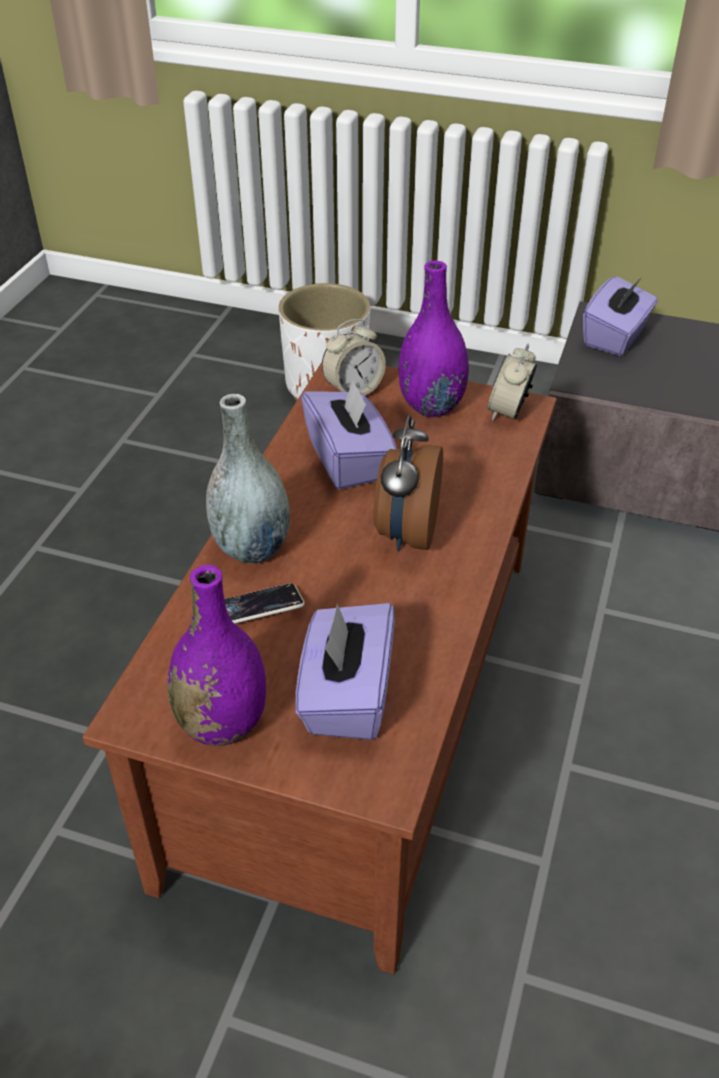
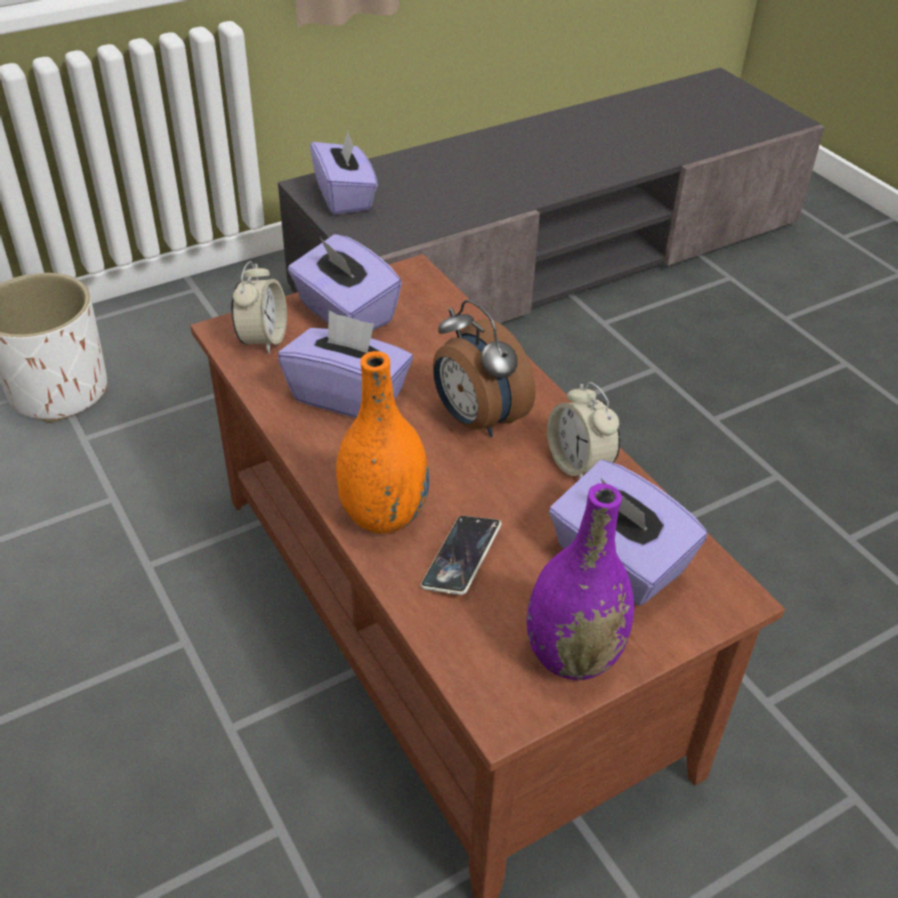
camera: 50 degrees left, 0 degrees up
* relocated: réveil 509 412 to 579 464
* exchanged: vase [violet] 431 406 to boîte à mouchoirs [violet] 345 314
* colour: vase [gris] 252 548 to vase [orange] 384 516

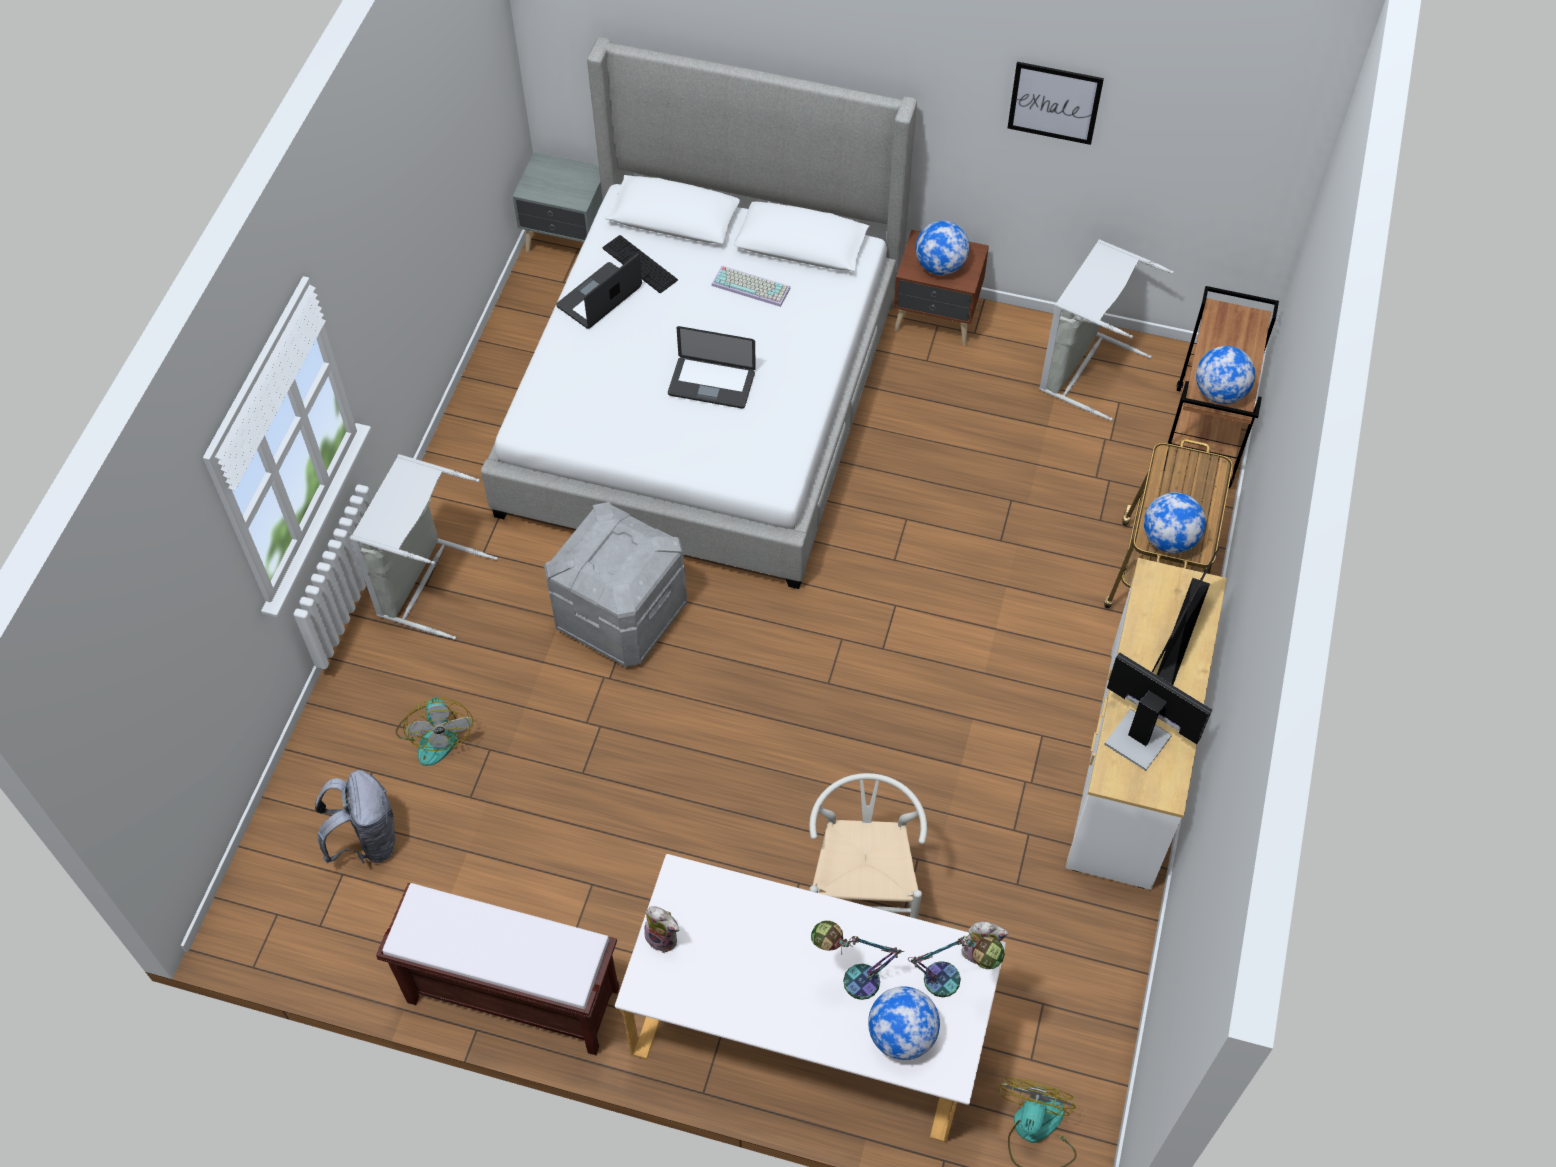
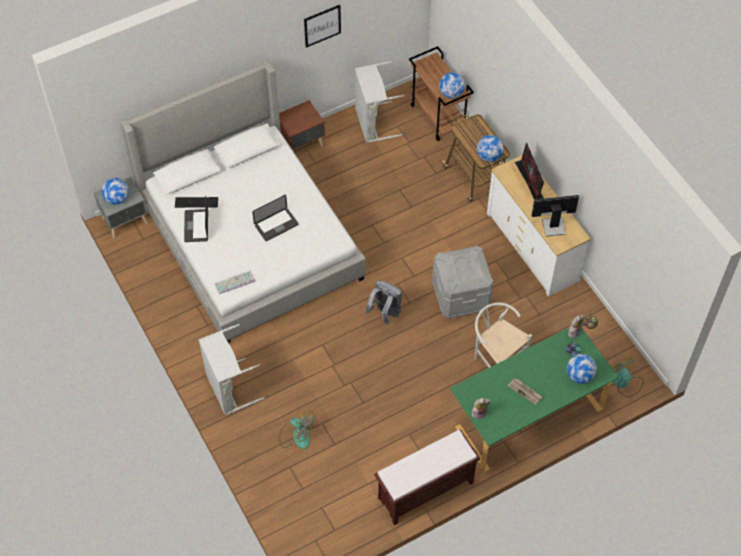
camera: 45 degrees left, 0 degrees up
* missing: lampe de table 850 978
* appeared: journal 525 391
* relocated: sac à dos [gris] 367 840 to 385 313
* relocated: boîte de rangement [gris] 621 615 to 461 296
* relocated: clavier 752 286 to 235 281
* relocated: globe 940 266 to 117 199
* colour: bureau [blanc] 808 1029 to bureau [vert] 527 414

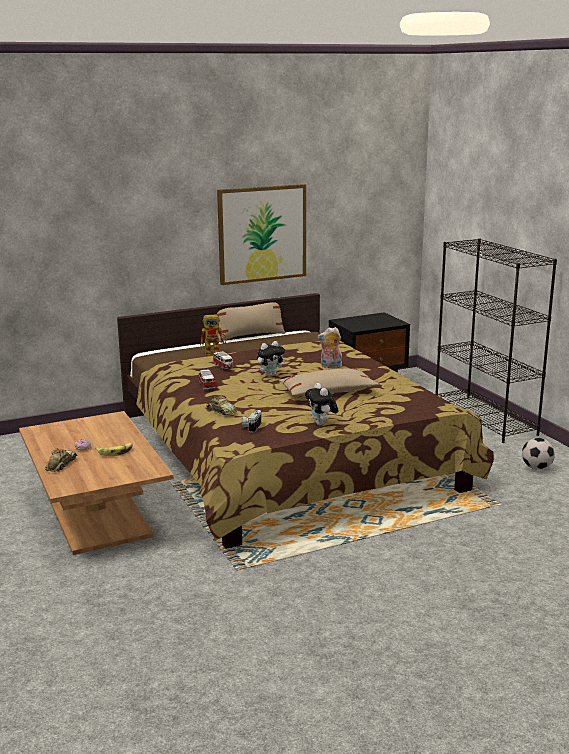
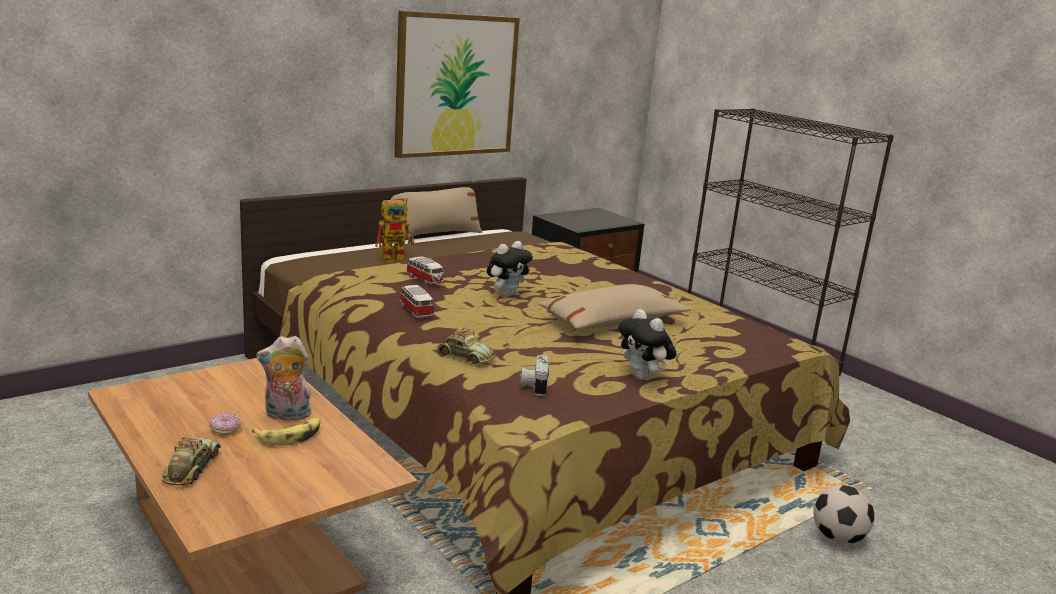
camera: 15 degrees left, 0 degrees up
* relocated: peluche 330 367 to 286 416
* relocated: ballon de foot 536 468 to 838 538

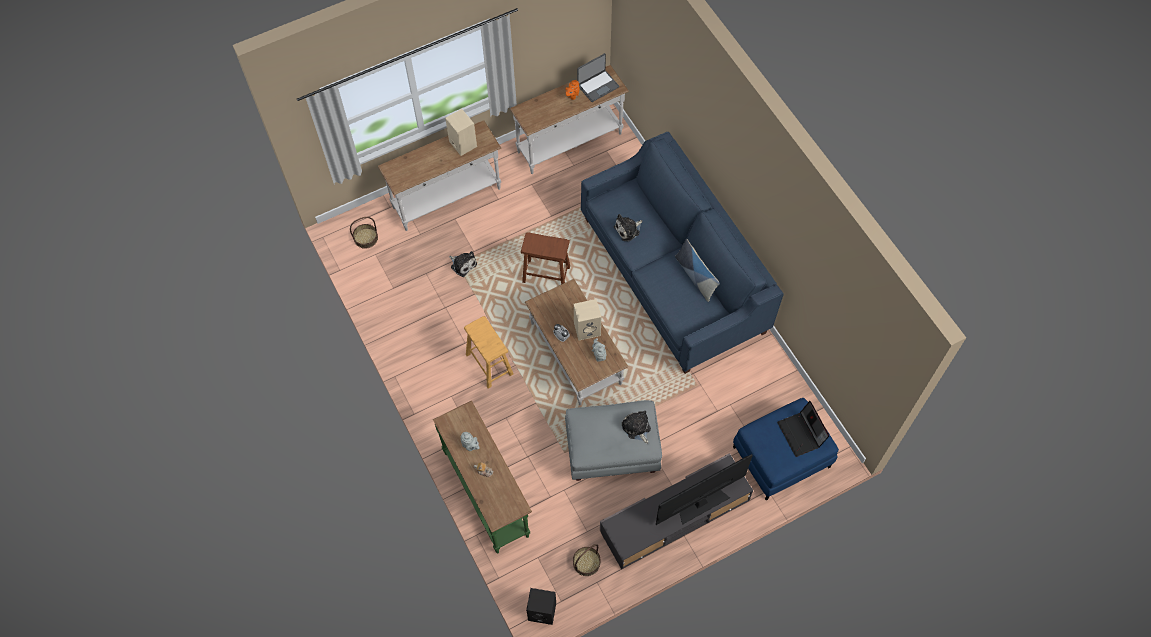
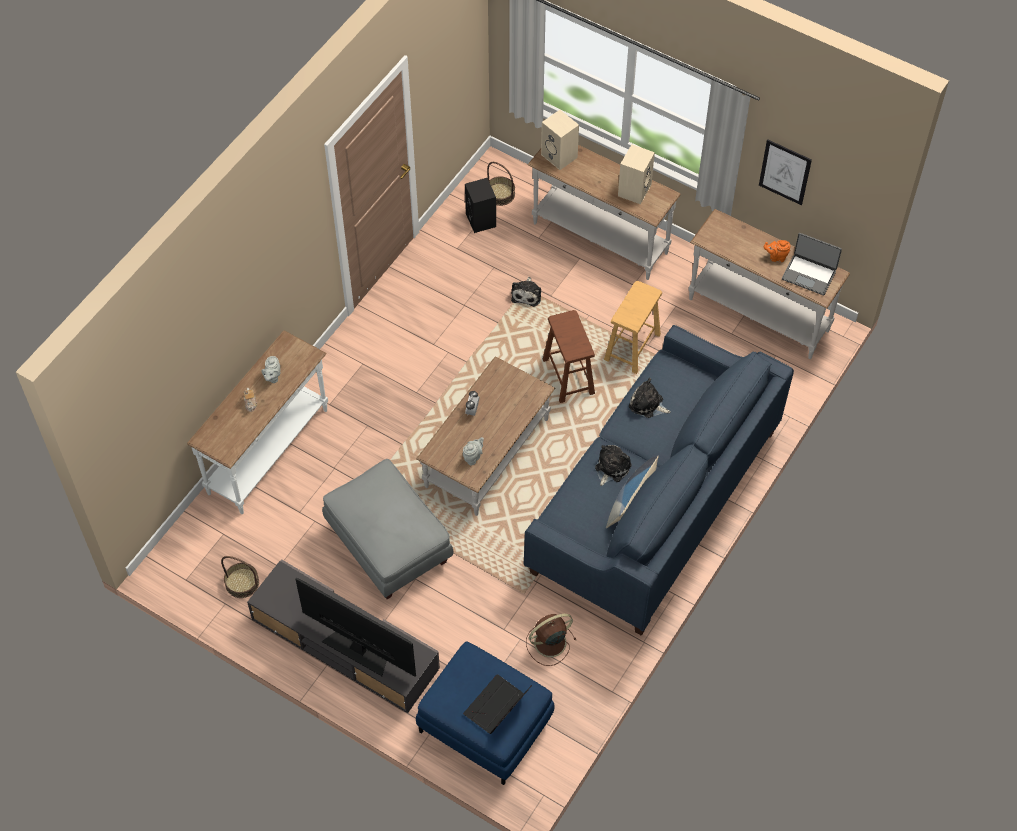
camera: 60 degrees right, 5 degrees down
* appeared: ventilateur [marron] 548 643
* appeared: tableau 785 172
* relocated: tabouret [marron] 489 364 to 632 347
* relocated: enceinte [noir] 543 611 to 481 220
* relocated: enceinte [beige] 587 328 to 560 156
* relocated: peluche 636 428 to 611 468
* colour: table console [vert] 487 493 to table console [blanc] 269 452

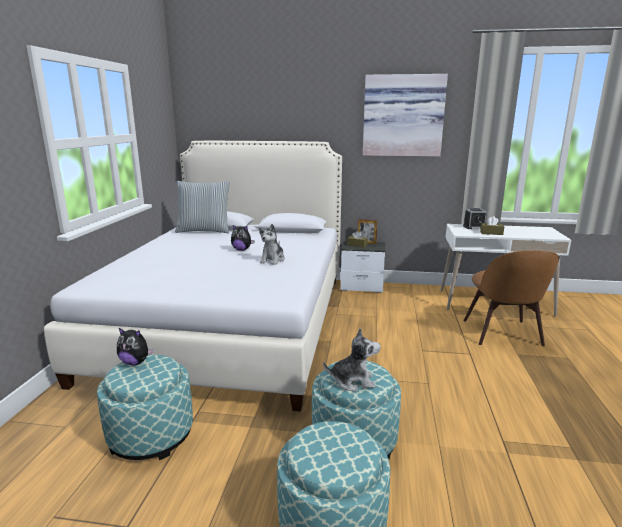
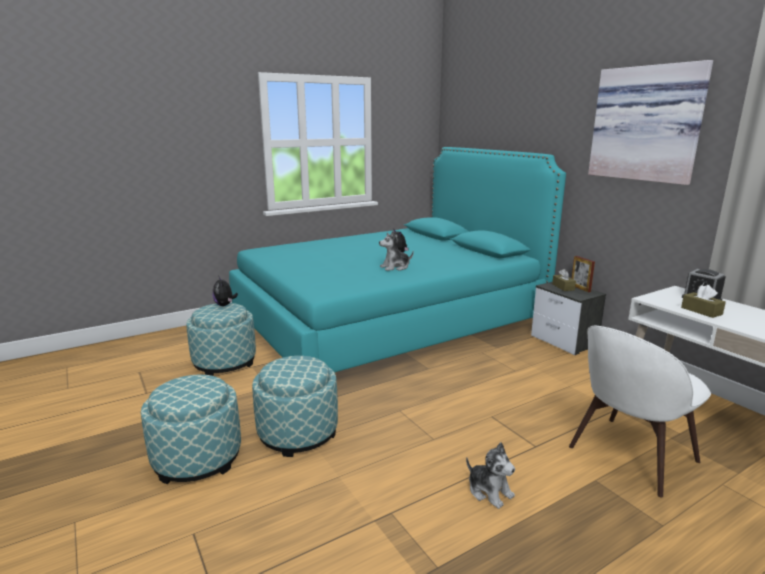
camera: 50 degrees right, 0 degrees up
* missing: coussin 204 231
* relocated: peluche 352 381 to 489 491
* colour: lit [blanc] 231 322 to lit [turquoise] 388 323
* colour: chaise [marron] 503 334 to chaise [blanc] 629 456

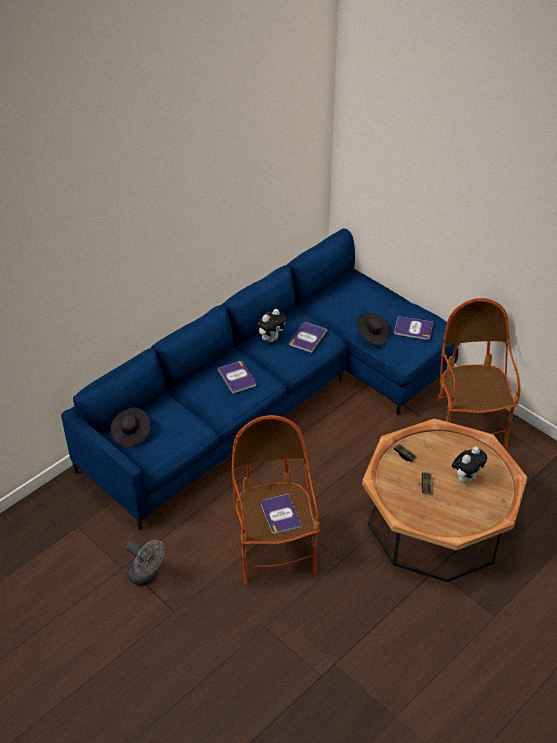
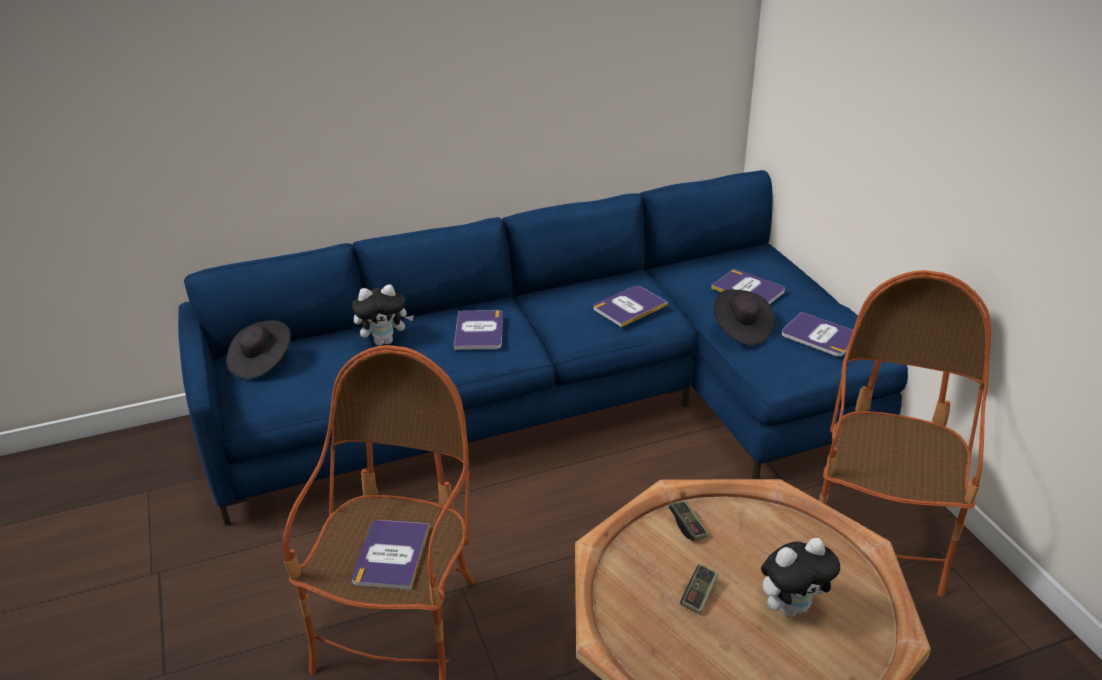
camera: 25 degrees right, 10 degrees down
* missing: ventilateur [gris] 146 576
* appeared: livre 748 289
* relocated: peluche 271 338 to 385 341

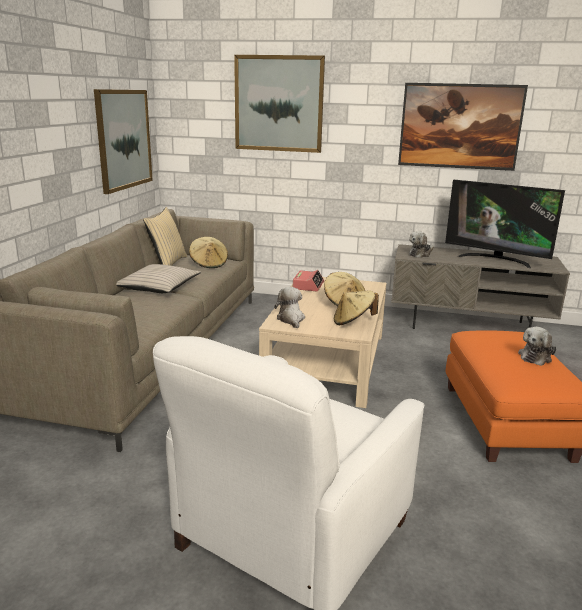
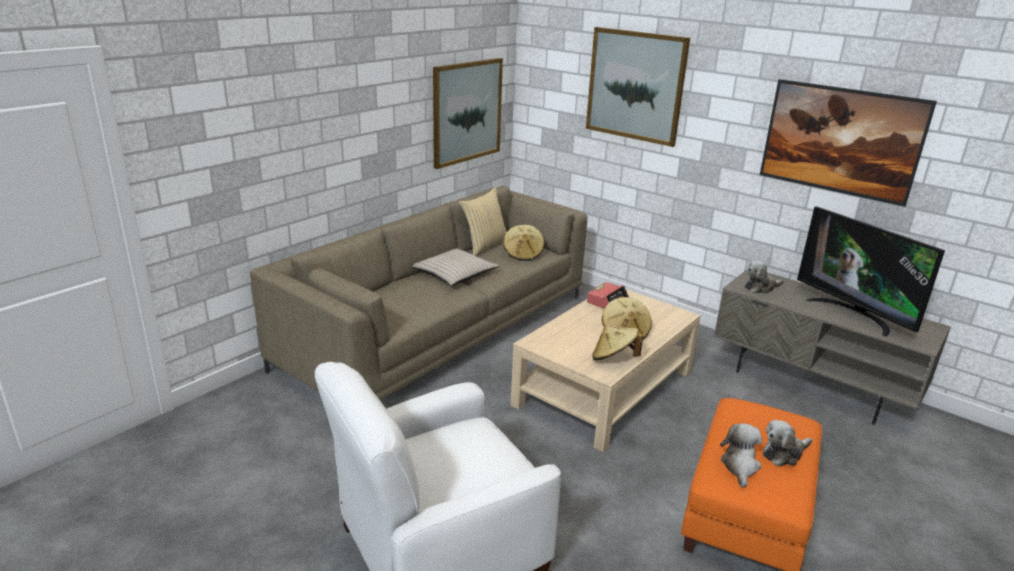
camera: 25 degrees right, 5 degrees up
* relocated: peluche 291 319 to 740 466

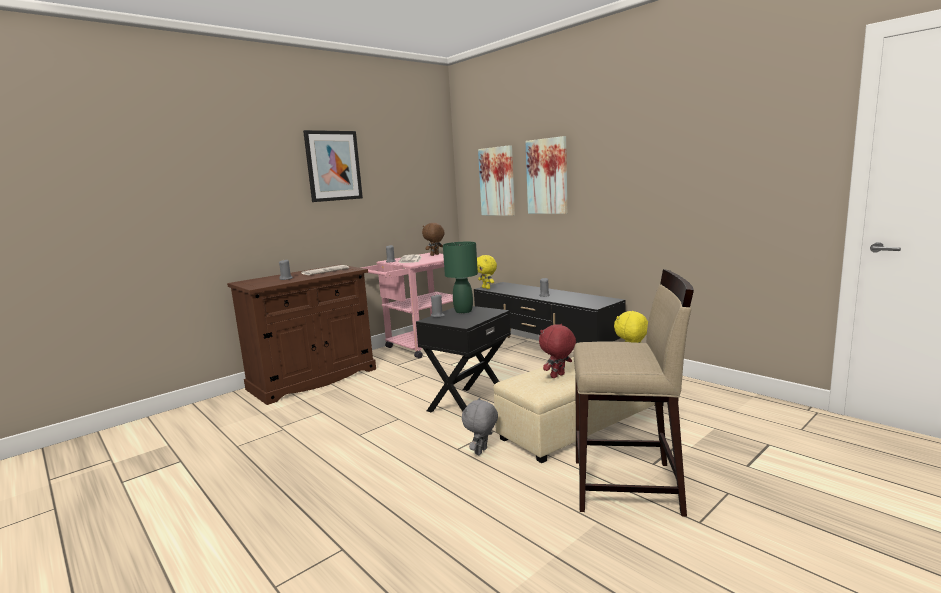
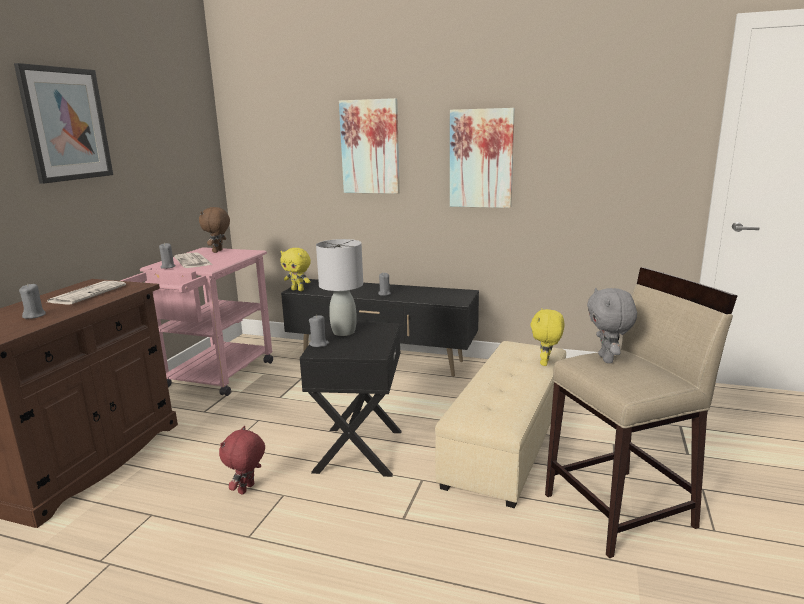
camera: 30 degrees left, 5 degrees up
* relocated: peluche [gris] 482 452 to 607 359
* relocated: tableau 497 181 to 481 158
* relocated: peluche [rouge] 558 376 to 247 489
* colour: lampe de table [vert] 463 311 to lampe de table [gris] 343 332

